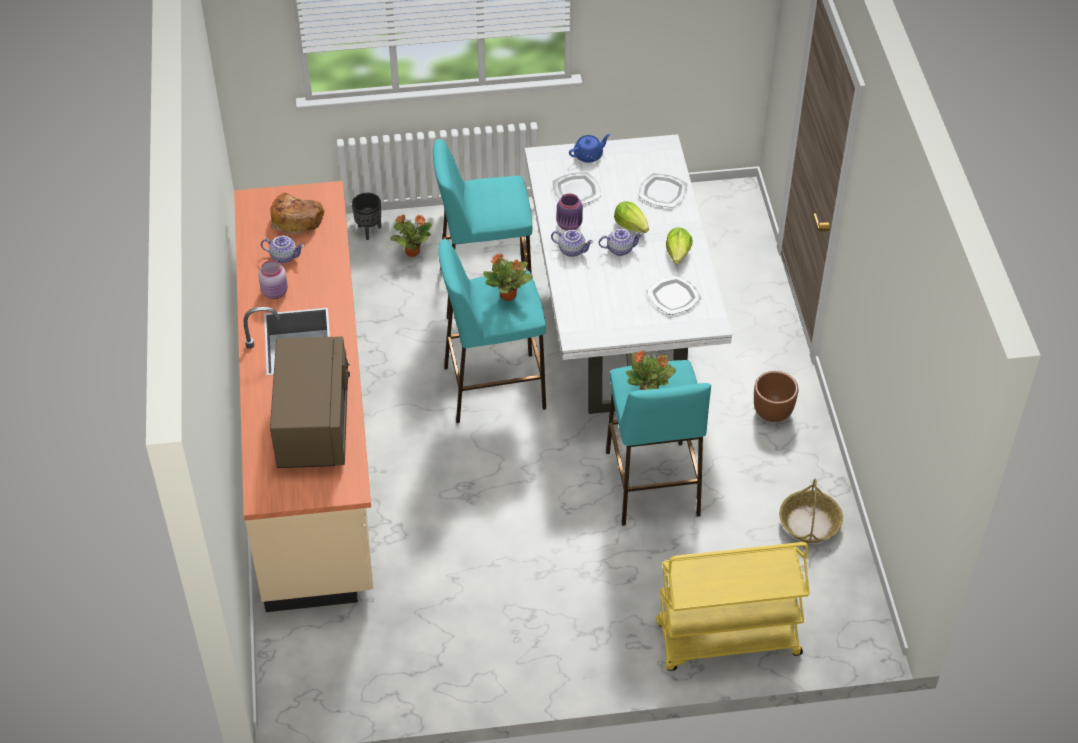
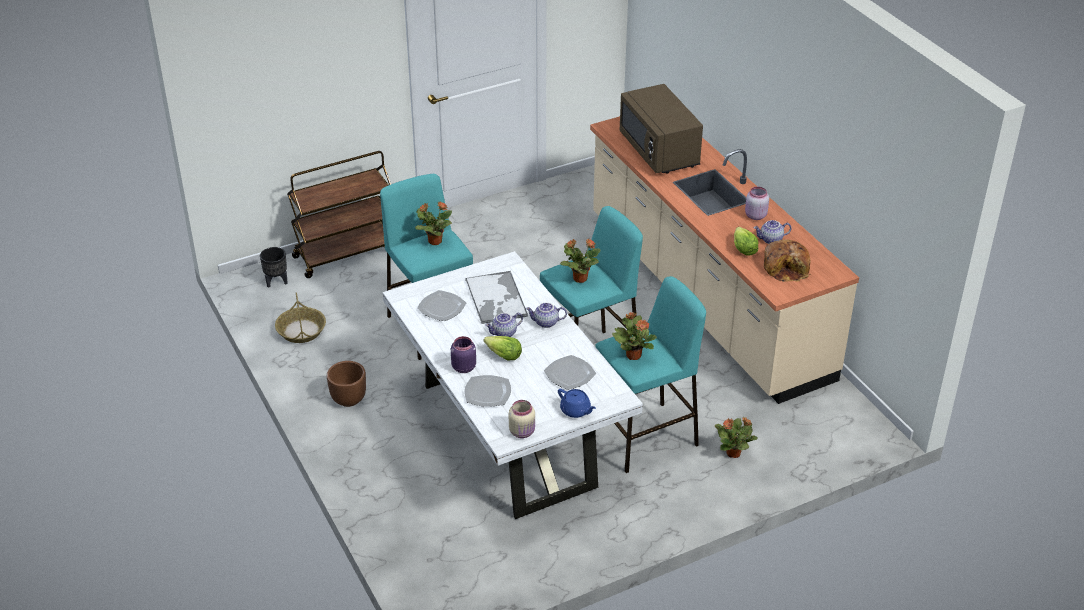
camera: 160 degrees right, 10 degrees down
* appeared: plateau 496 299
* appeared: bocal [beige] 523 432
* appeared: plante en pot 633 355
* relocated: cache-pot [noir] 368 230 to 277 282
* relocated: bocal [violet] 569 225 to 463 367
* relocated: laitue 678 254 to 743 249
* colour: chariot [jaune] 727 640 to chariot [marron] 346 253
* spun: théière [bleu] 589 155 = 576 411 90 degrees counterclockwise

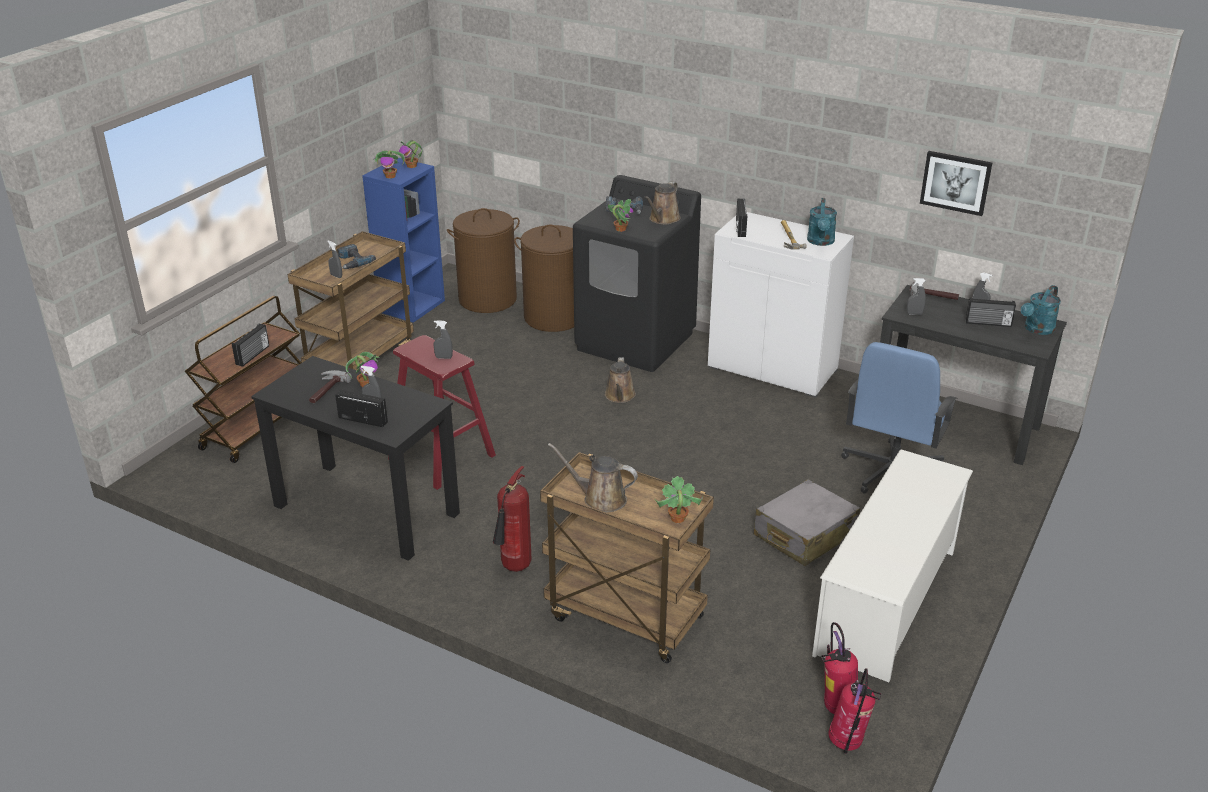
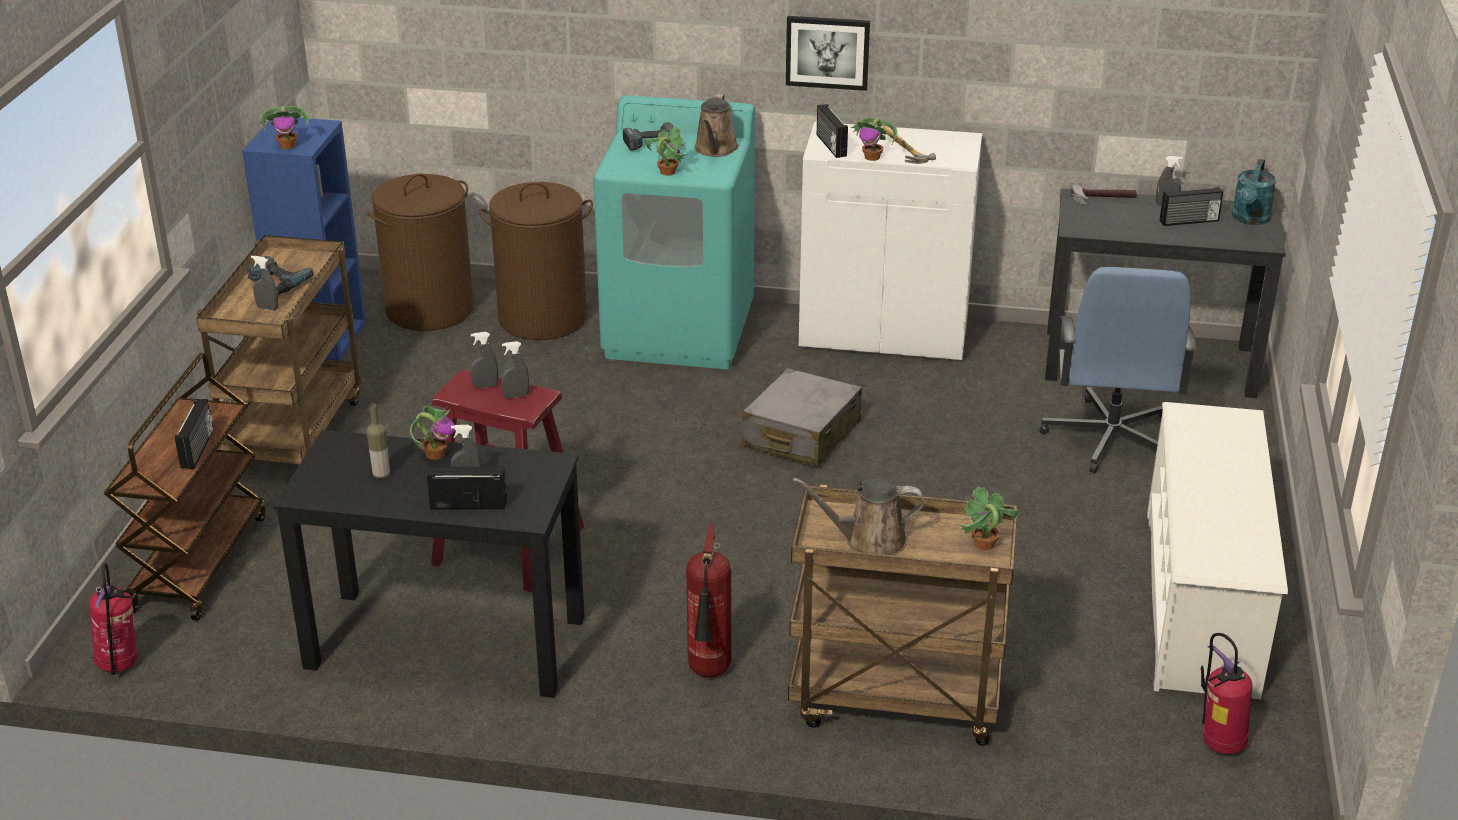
camera: 20 degrees left, 0 degrees up
* missing: arrosoir [marron] 620 396
* missing: arrosoir [turquoise] 821 242
* relocated: plante en pot 412 166 to 872 157
* relocated: valise [gris] 804 535 to 801 435
* relocated: extincteur 847 744 to 120 666
* relocated: vaporisateur [gris] 914 314 to 485 386
* relocated: tableau 956 182 to 827 52
* exchanged: marteau 326 390 to bouteille 381 475
* colour: lave-linge [noir] 636 341 to lave-linge [turquoise] 679 331

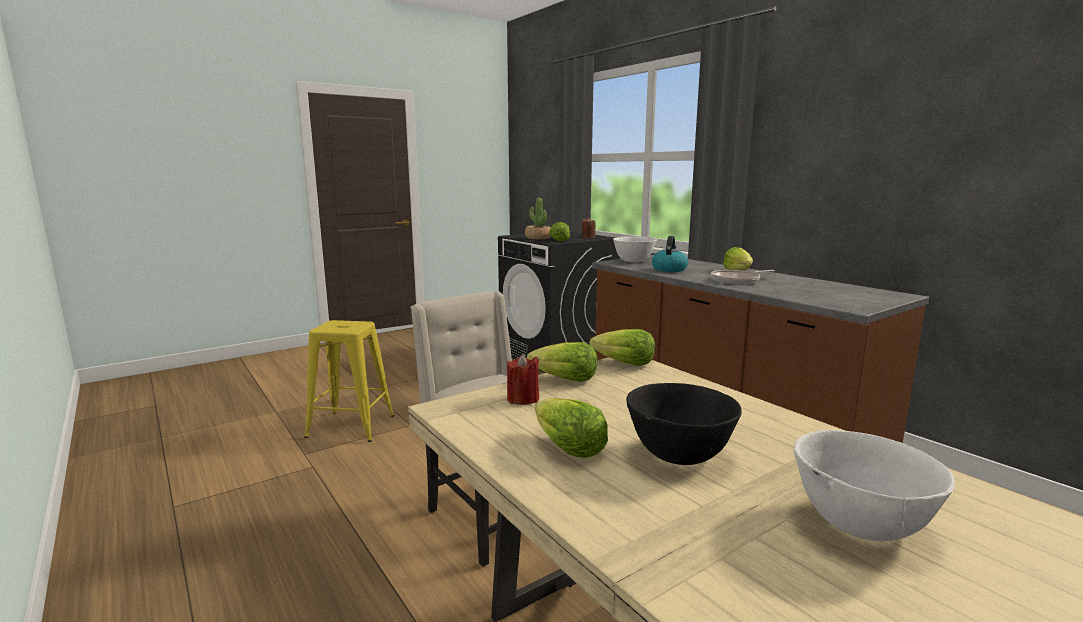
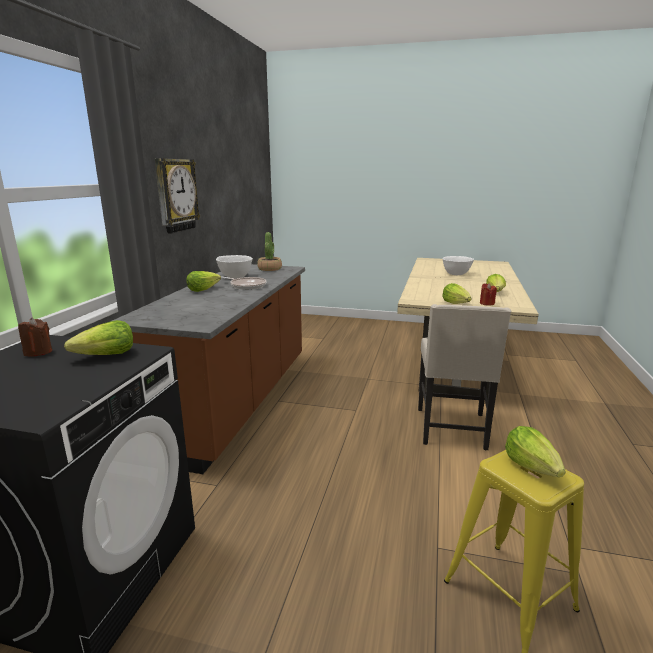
camera: 130 degrees left, 5 degrees up
* missing: bol [noir] 678 455
* missing: bouilloire 669 269
* appeared: horloge murale 176 195
* relocated: plante en pot 538 238 to 270 269
* relocated: laitue 624 363 to 532 466
* relocated: bol [blanc] 634 261 to 235 277

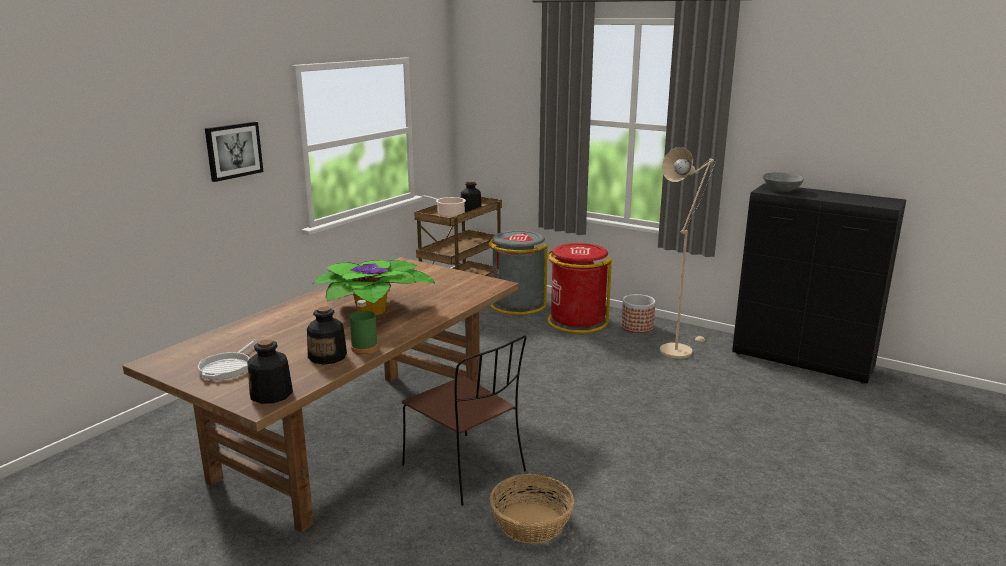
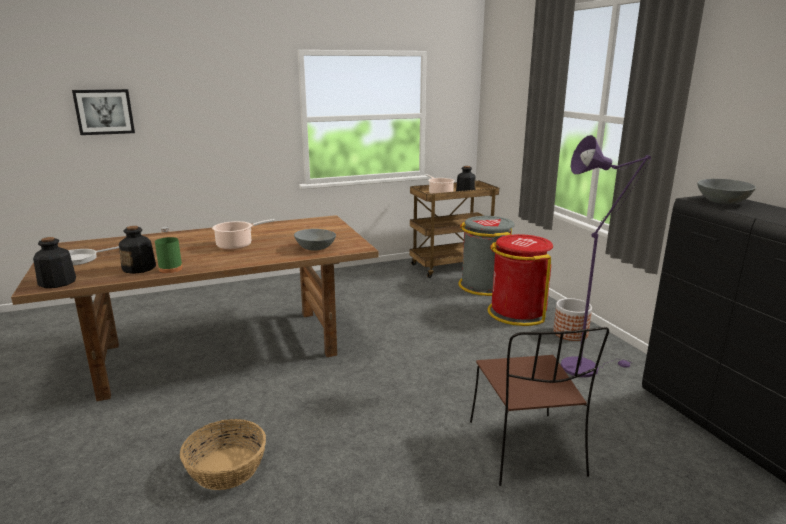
camera: 35 degrees right, 0 degrees up
* appeared: bol [gris] 315 248
* relocated: tableau 233 150 to 104 112
* relocated: chaise [marron] 466 470 to 527 450
* exchanged: plante en pot 374 309 to marmite 237 245
* colour: lampadaire [beige] 678 349 to lampadaire [violet] 585 366

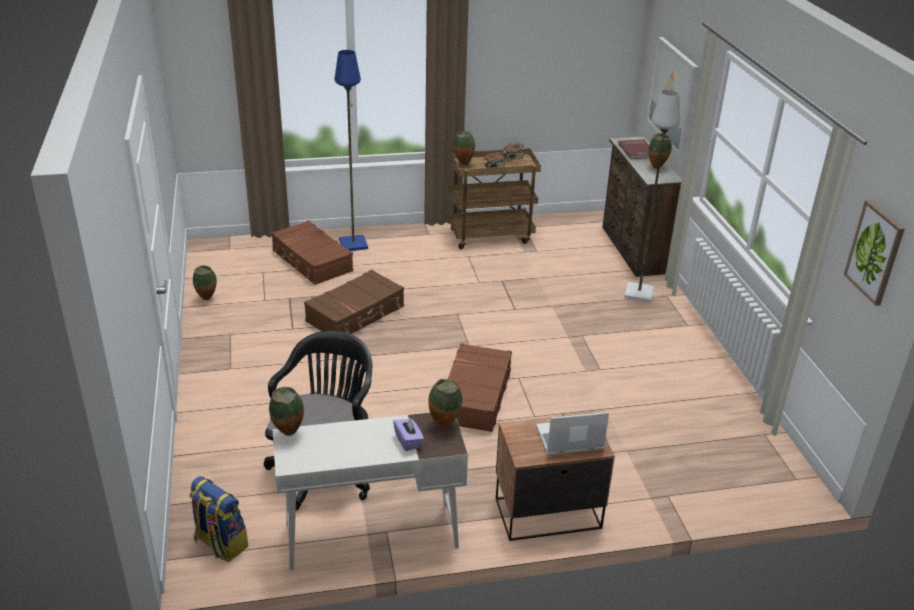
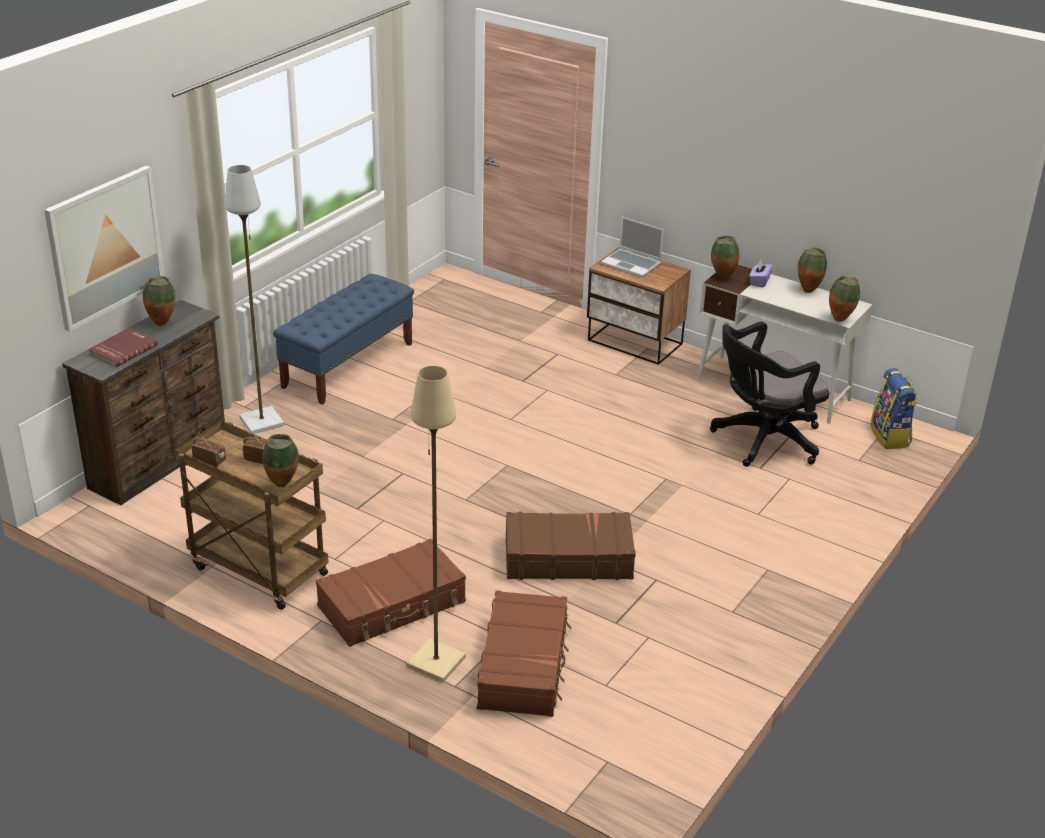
camera: 135 degrees left, 0 degrees up
* missing: tableau 875 252
* appeared: banc [bleu] 348 365
* relocated: vase 207 299 to 808 290
* relocated: valise [marron] 474 396 to 392 605
* colour: lampadaire [bleu] 353 244 to lampadaire [beige] 435 662

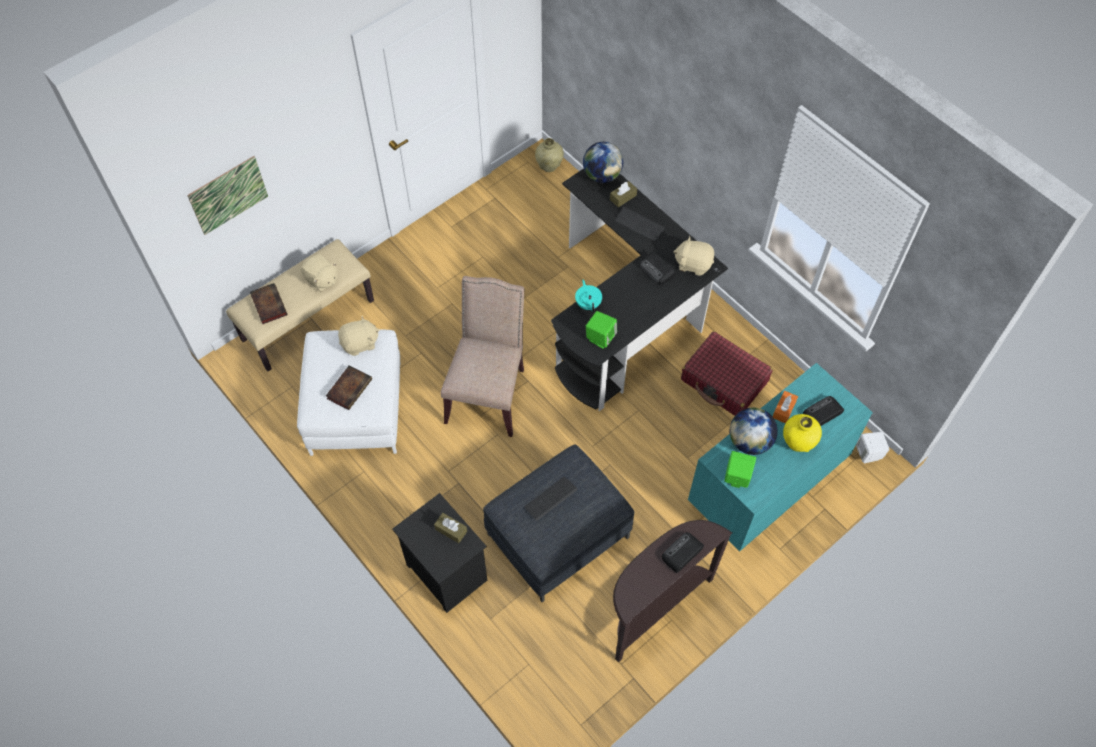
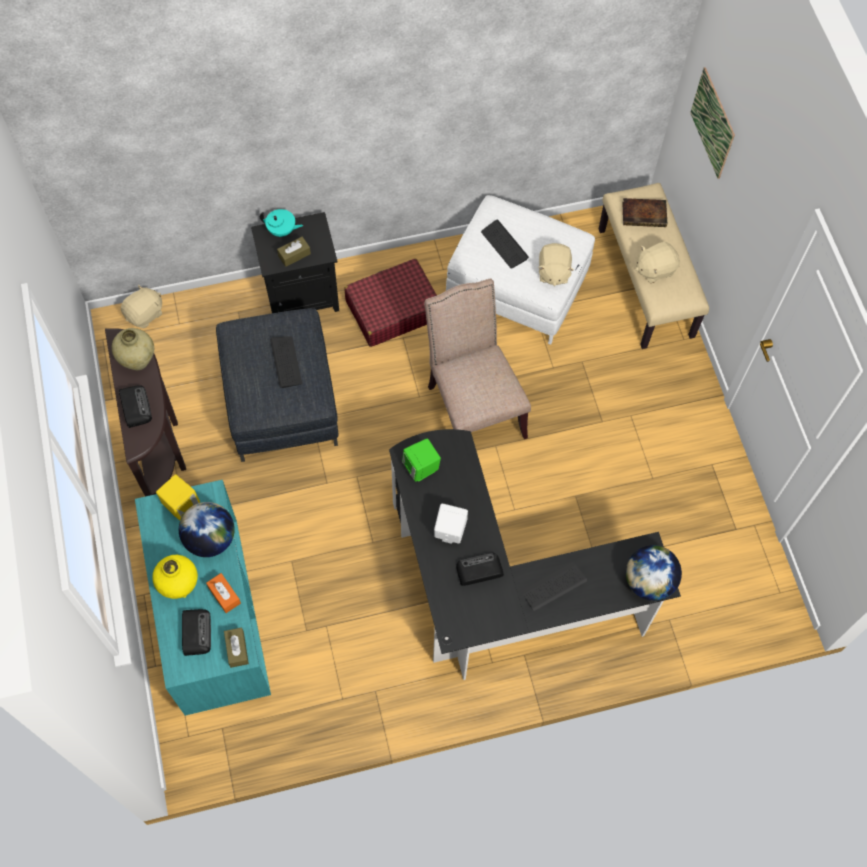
camera: 115 degrees right, 5 degrees up
* relocated: vase [beige] 549 166 to 138 361
* relocated: théière [turquoise] 588 303 to 282 230
* relocated: boîte à mouchoirs [marron] 623 197 to 237 649
* relocated: peluche [beige] 693 264 to 145 314
* relocated: valise [rouge] 724 381 to 392 310
* relocated: enceinte [blanc] 868 454 to 449 531
* exchanged: livre 349 388 to clavier 504 245
* colour: enceinte [vert] 737 477 to enceinte [jaune] 181 504
* spun: chaise [beige] 488 392 = 472 409 150 degrees counterclockwise

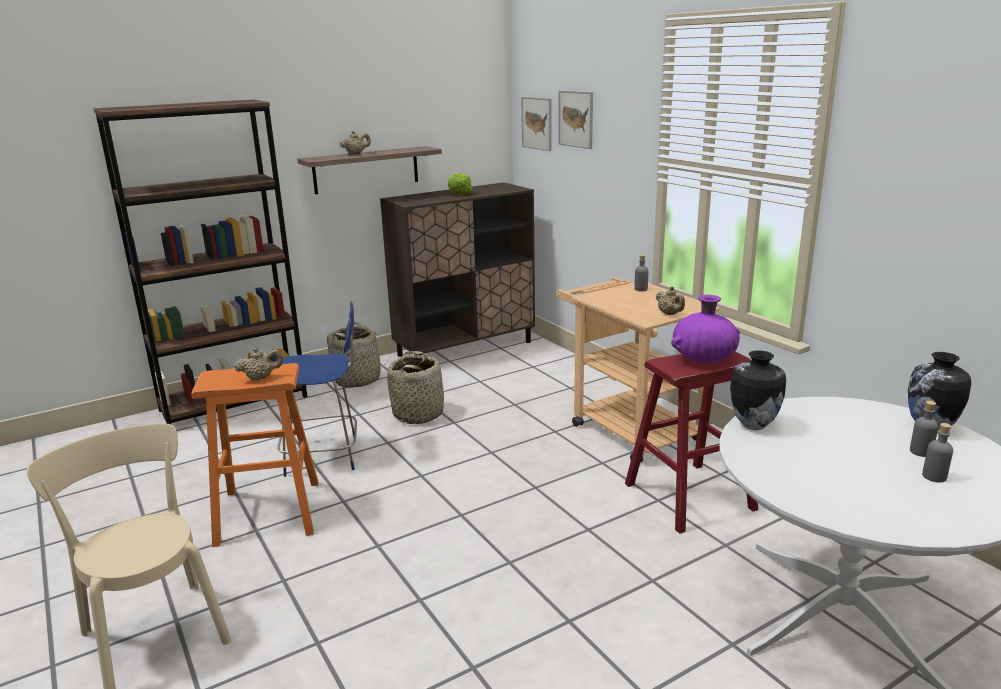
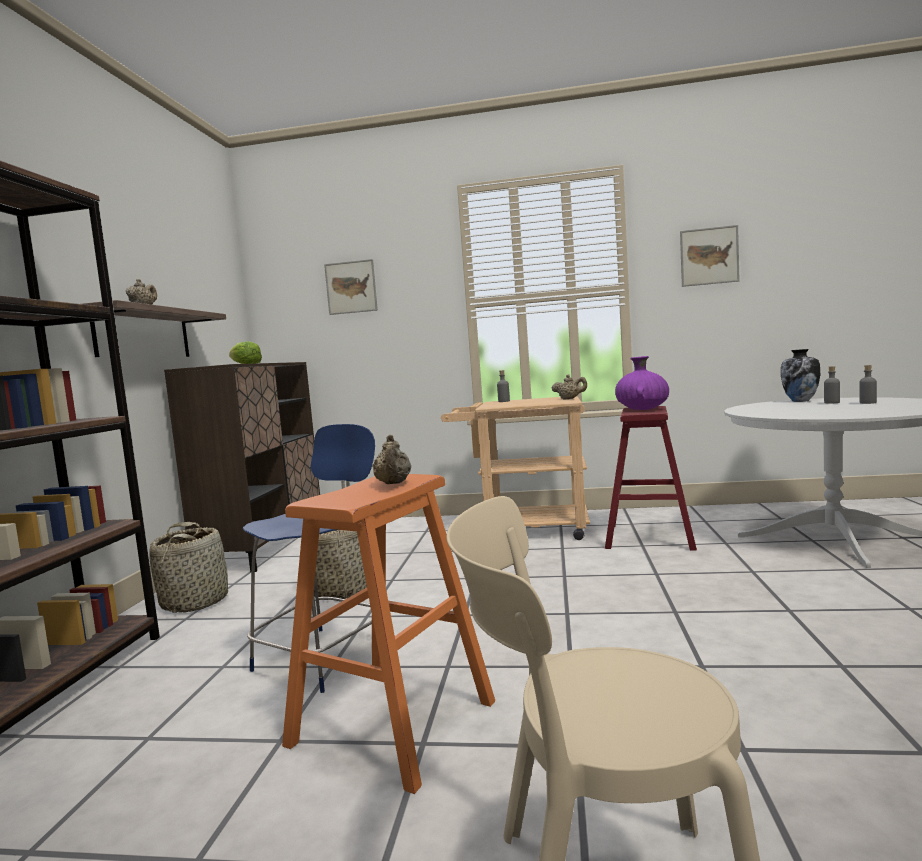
camera: 50 degrees left, 15 degrees down
* missing: vase 752 425
* relocated: tableau 537 123 to 709 256
* spun: théière [beige] 261 378 = 393 484 150 degrees clockwise

